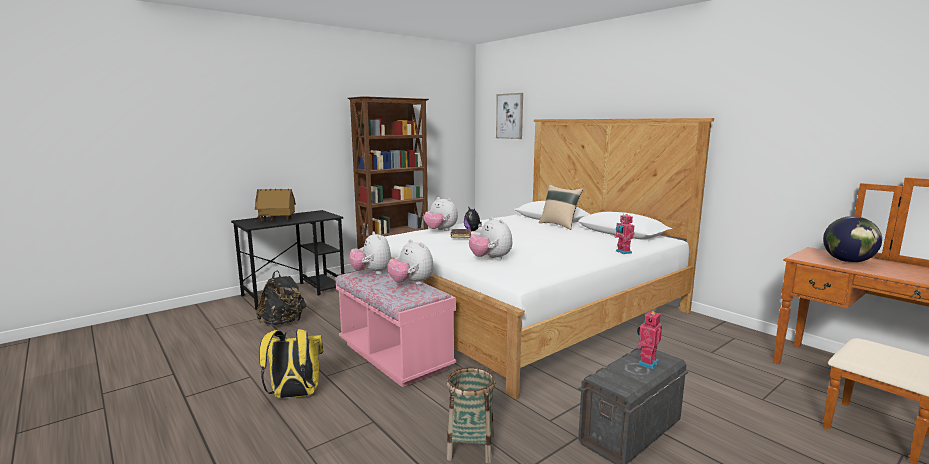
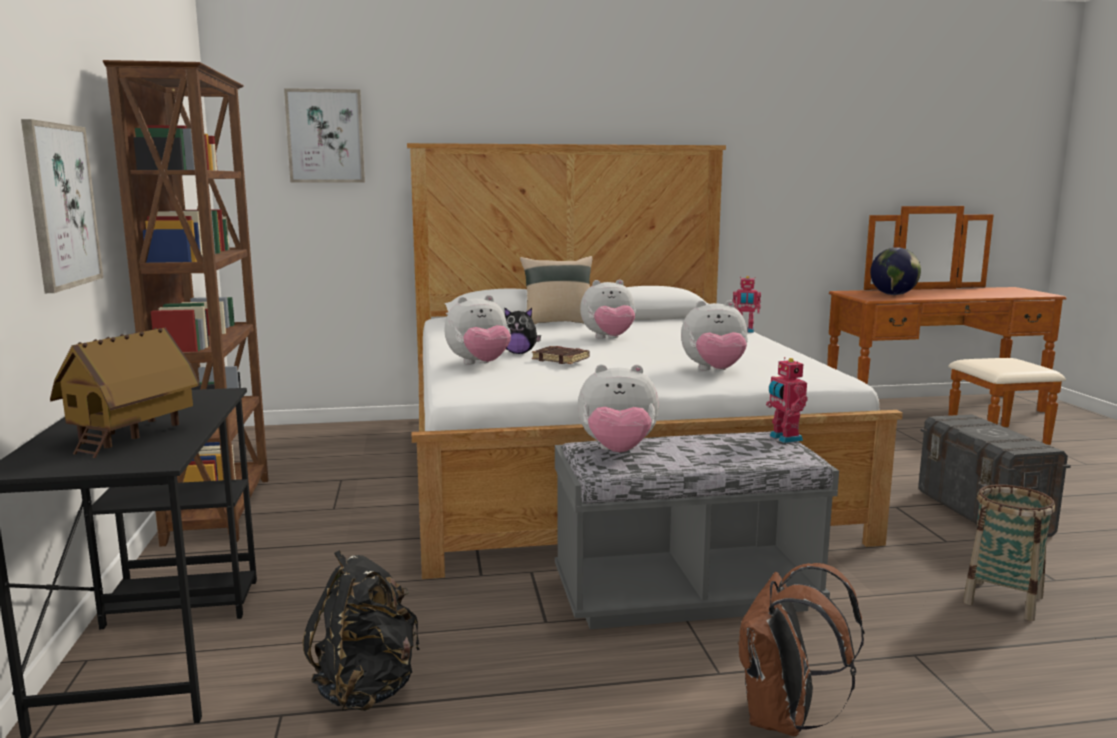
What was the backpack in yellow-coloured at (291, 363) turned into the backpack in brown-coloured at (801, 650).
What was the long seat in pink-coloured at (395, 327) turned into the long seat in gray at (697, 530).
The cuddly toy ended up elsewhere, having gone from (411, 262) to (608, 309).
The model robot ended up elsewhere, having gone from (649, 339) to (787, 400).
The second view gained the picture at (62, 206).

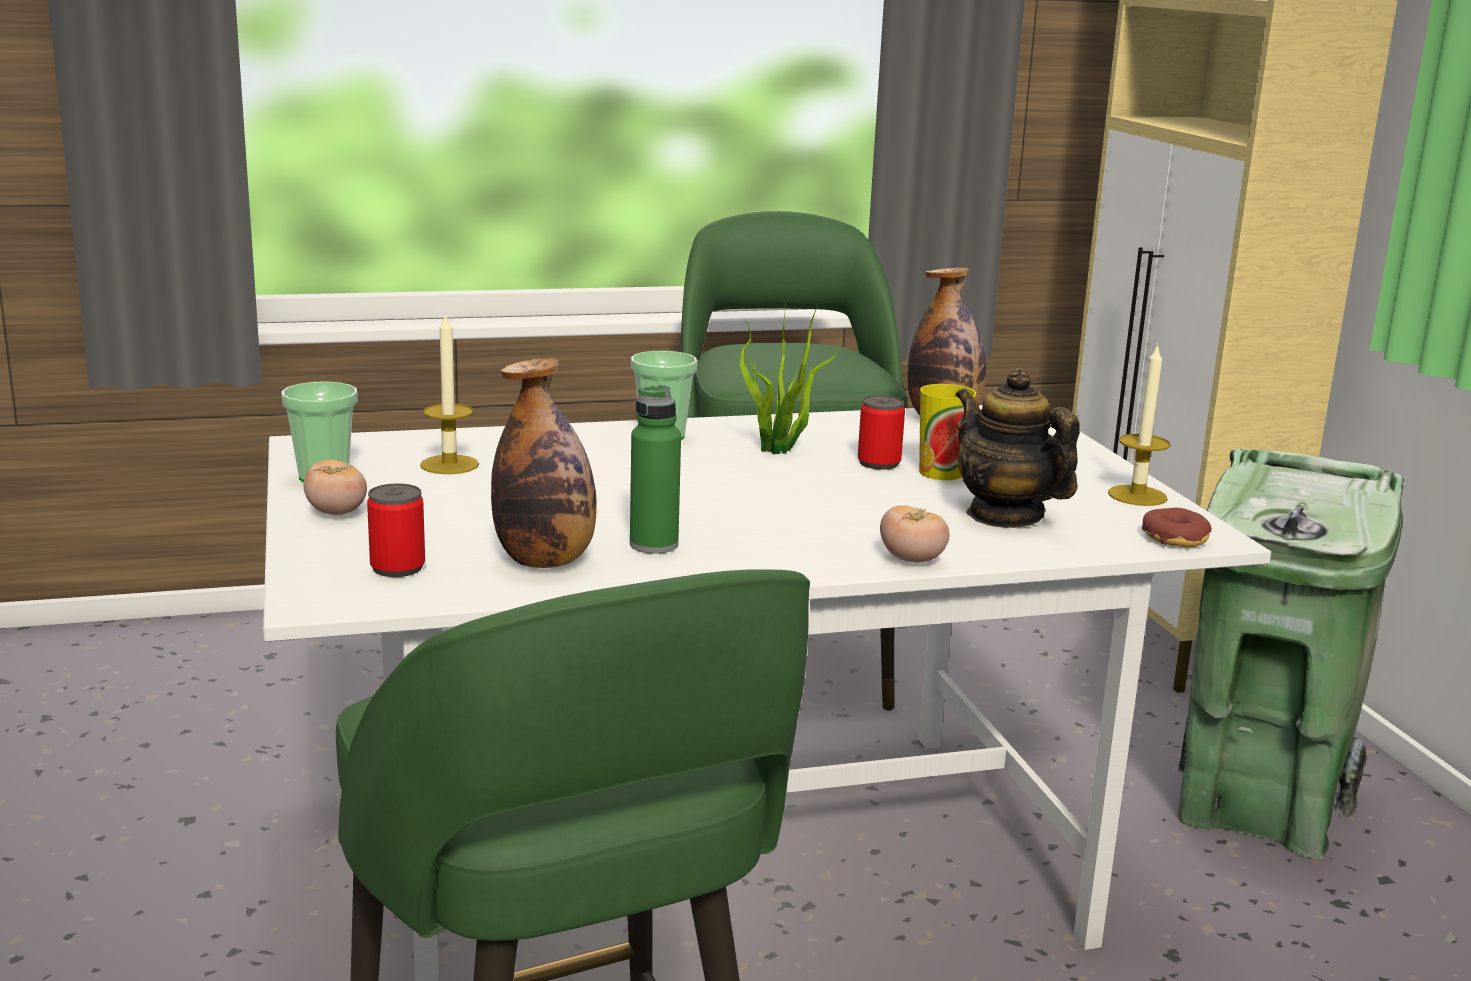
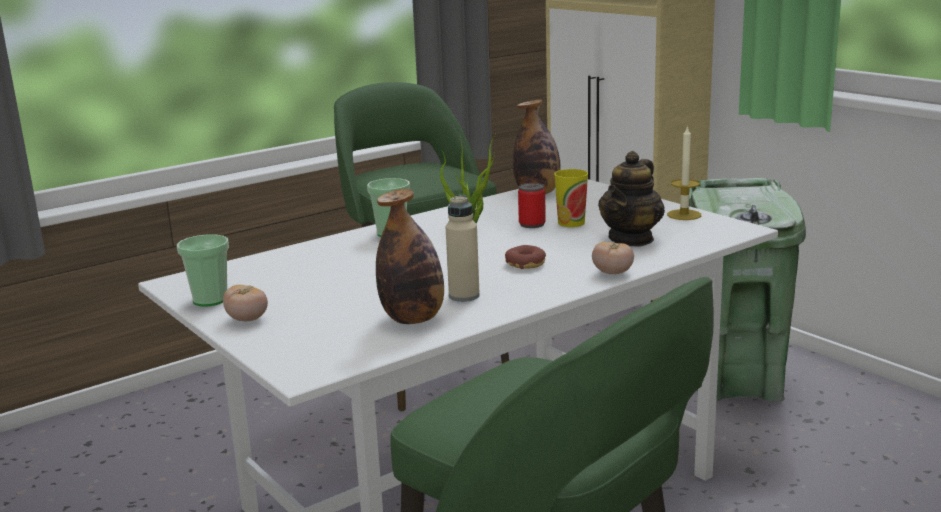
The second view lost the sealed can at (396, 530).
The second view lost the wax candle at (449, 393).
What was the bottle in green-coloured at (655, 469) turned into the bottle in beige at (463, 248).
The pot for tea at (1017, 447) ended up facing another way, 90 degrees counterclockwise from before.
The donut ended up elsewhere, having gone from (1177, 527) to (525, 257).

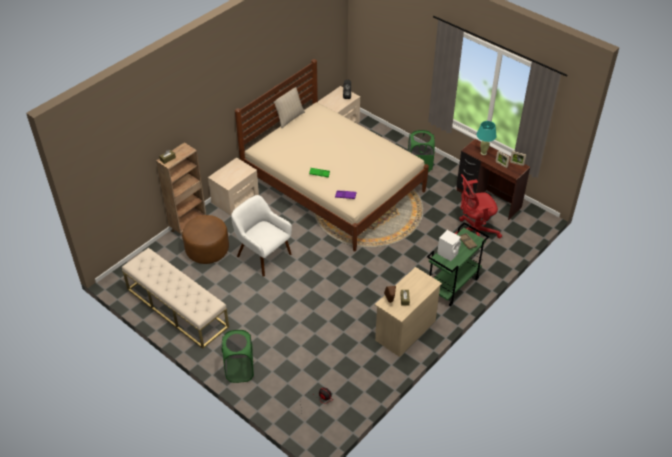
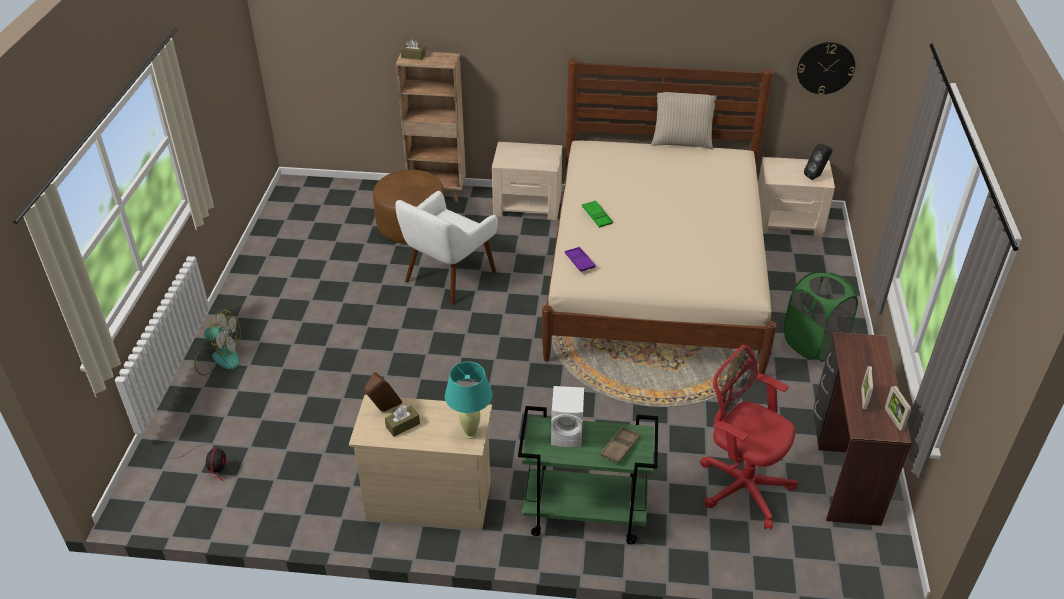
The second view lost the long seat in beige at (175, 298).
Where the hamper in green-coloured stood at (237, 356), the electric fan came to stand at (217, 343).
The easy chair in whitish at (261, 236) ended up facing another way, 150 degrees counterclockwise from before.
The tabletop lamp in turquoise ended up elsewhere, having gone from (487, 138) to (468, 400).
The second view gained the clock on the wall at (826, 68).

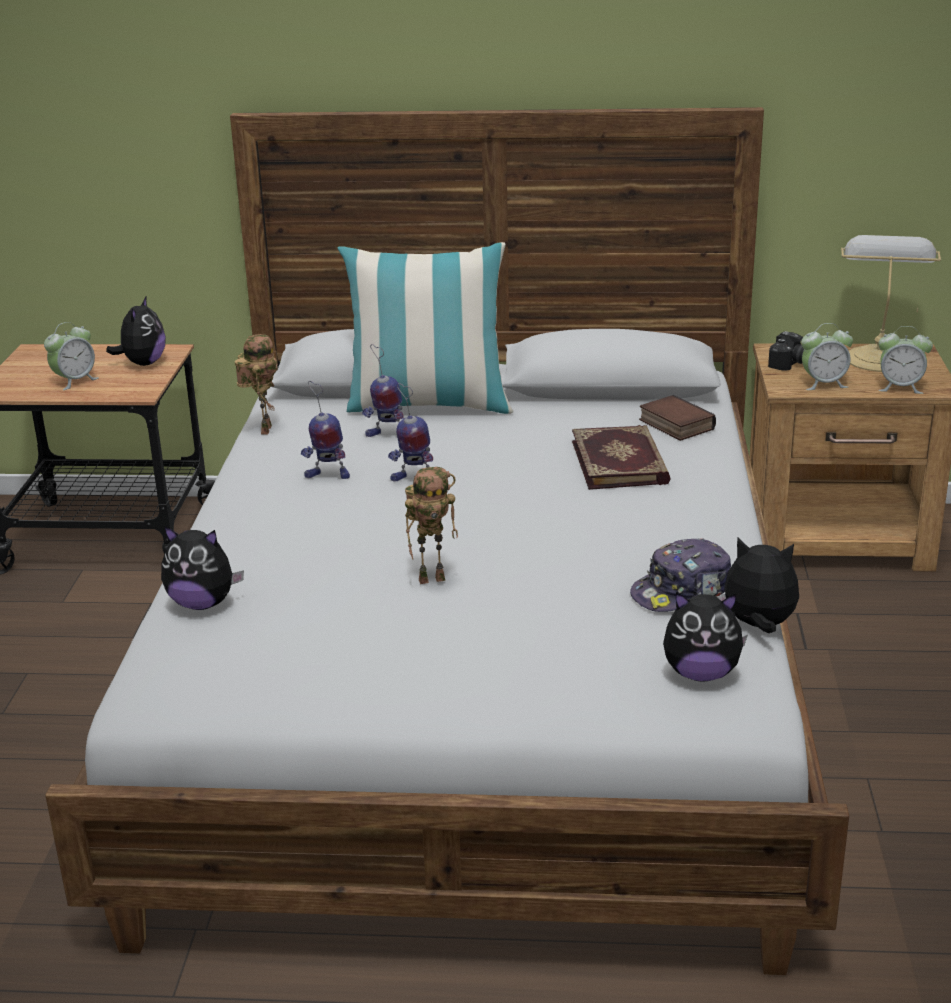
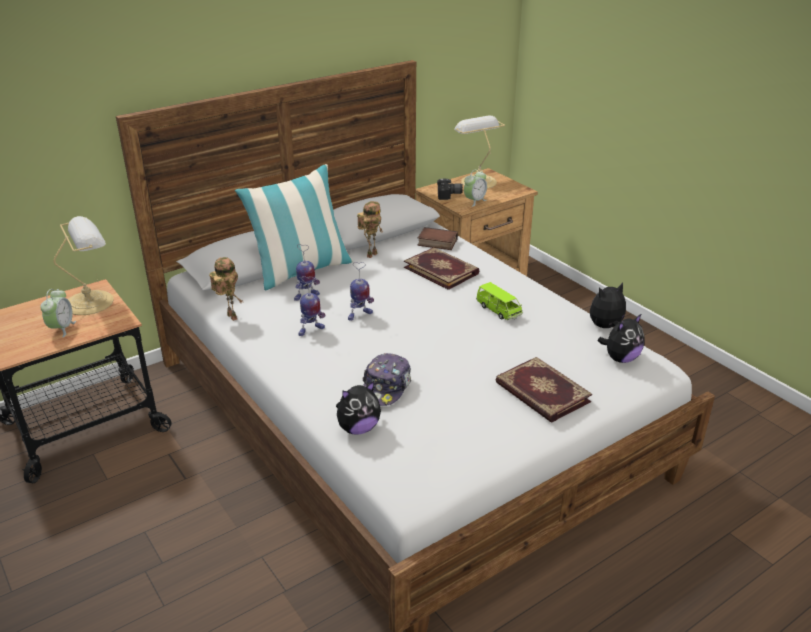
Where the cuddly toy stood at (136, 330), the tabletop lamp came to stand at (83, 265).
The model robot ended up elsewhere, having gone from (431, 525) to (370, 229).
The baseball cap ended up elsewhere, having gone from (680, 575) to (387, 379).
The second view lost the alarm clock at (905, 360).
The second view gained the model car in green-coloured at (499, 301).
The second view gained the volume at (544, 390).

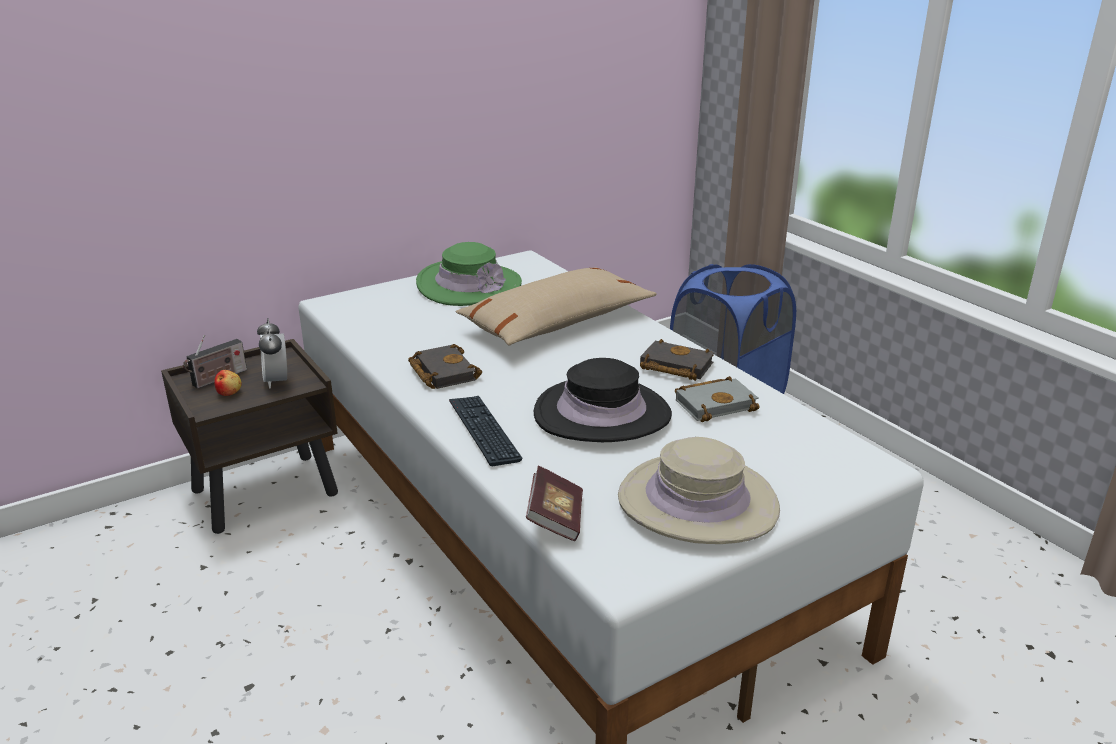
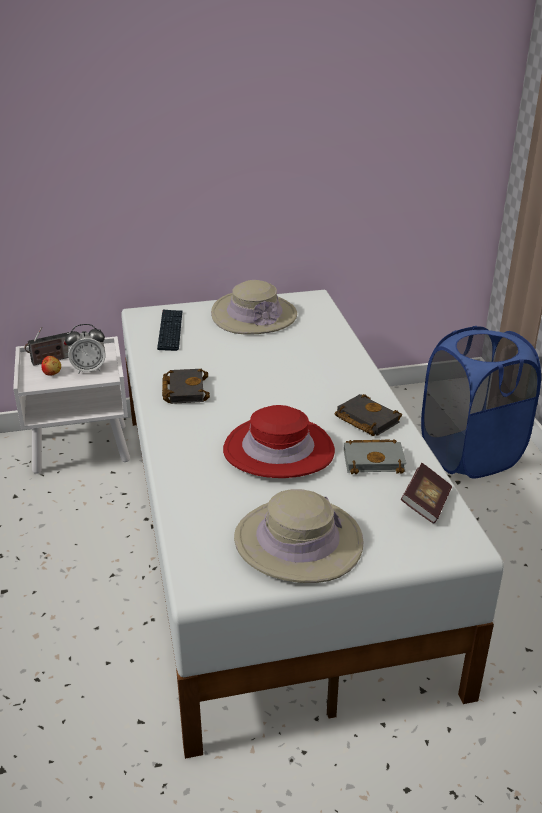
What was the bedside table in brown-coloured at (249, 436) turned into the bedside table in whitish at (71, 405).
The alarm clock at (272, 353) ended up facing another way, 105 degrees counterclockwise from before.
What was the hat in green-coloured at (469, 274) turned into the hat in beige at (254, 307).
The computer keyboard ended up elsewhere, having gone from (486, 431) to (169, 330).
The second view lost the pillow in beige at (556, 306).
The volume ended up elsewhere, having gone from (554, 503) to (426, 493).
What was the hat in blackish at (603, 400) turned into the hat in reddish at (279, 441).

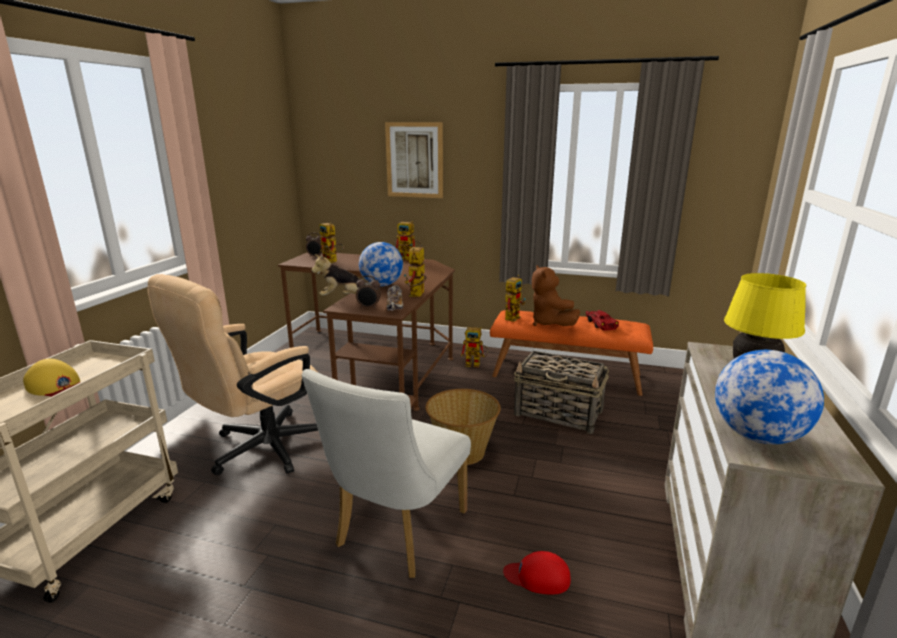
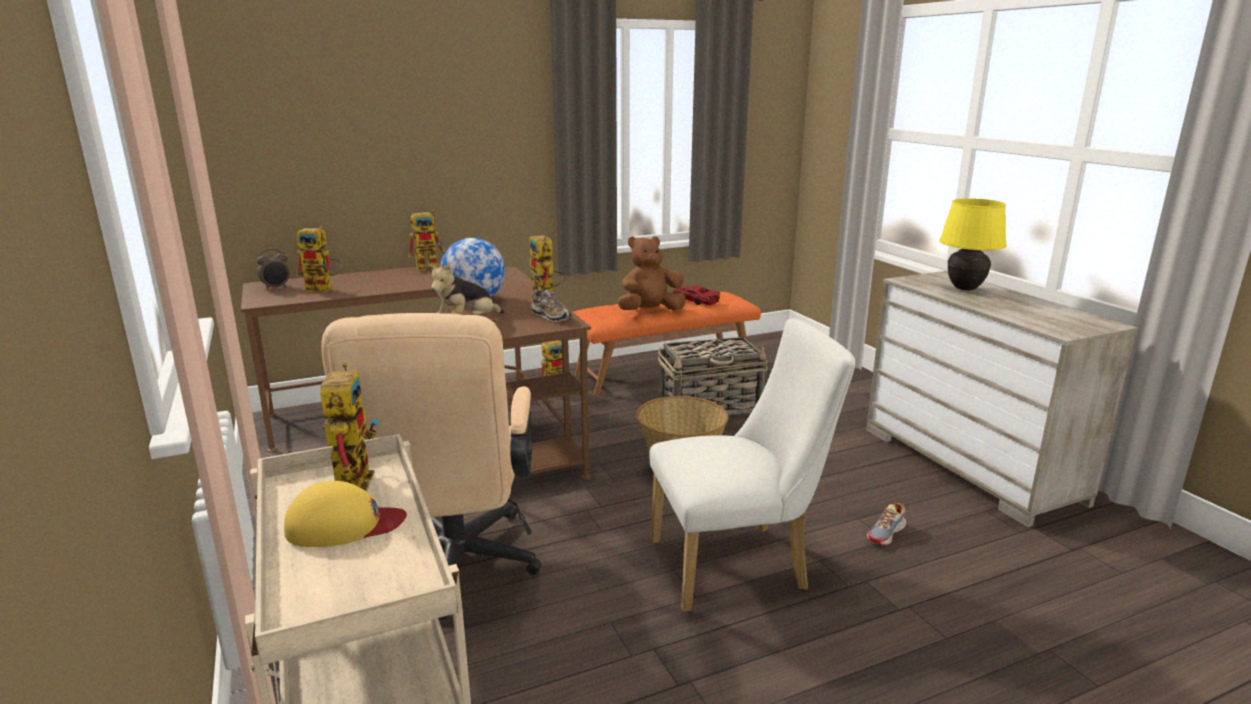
The chair in whitish at (386, 473) ended up facing another way, 90 degrees counterclockwise from before.
The second view lost the alarm clock at (368, 292).
The second view lost the picture at (414, 160).
Where the baseball cap in reddish stood at (537, 573), the shoe came to stand at (887, 524).
The model robot ended up elsewhere, having gone from (515, 298) to (349, 426).
The cuddly toy in brown-coloured at (556, 295) ended up facing another way, 120 degrees clockwise from before.
The second view lost the globe at (769, 397).

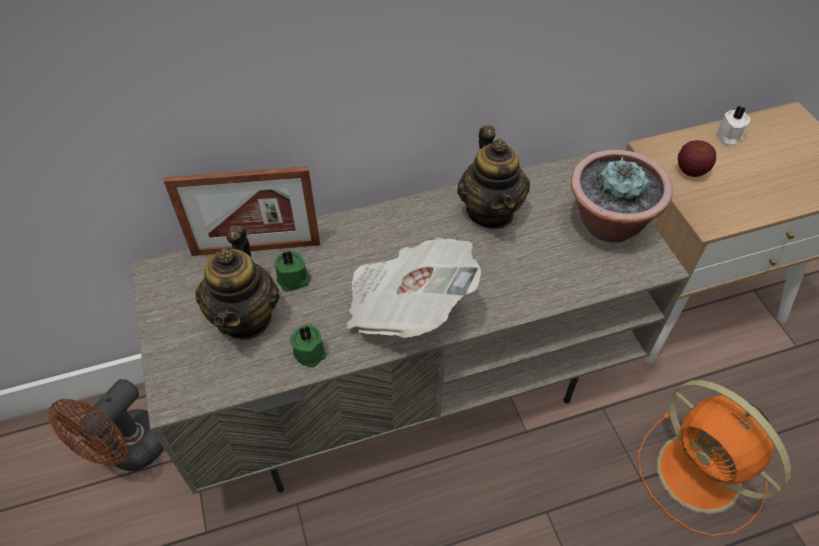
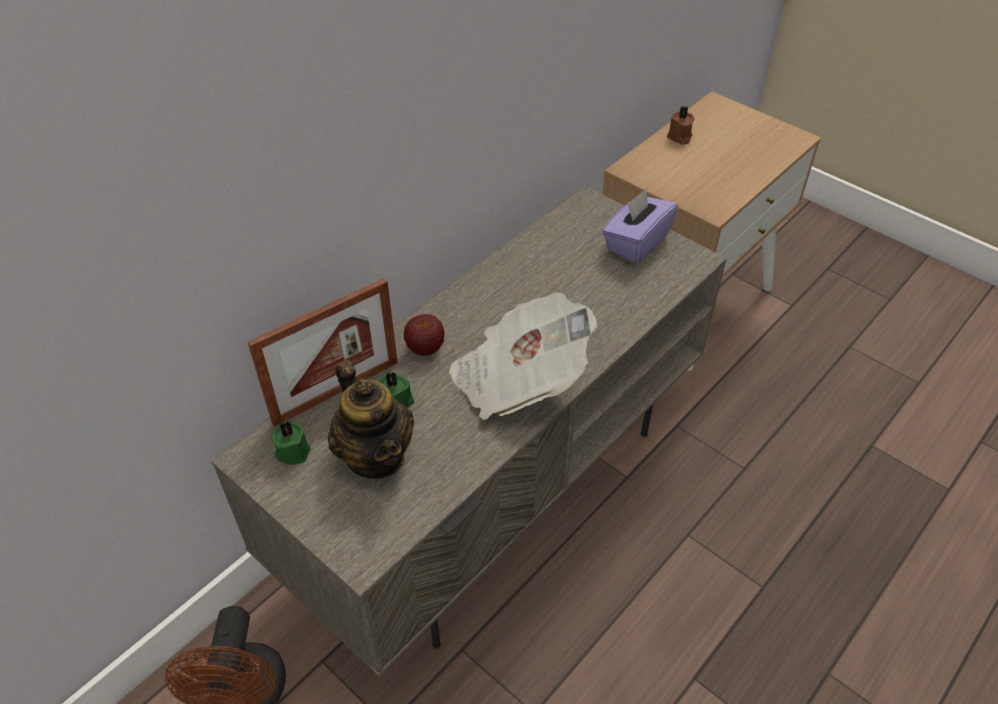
The wax candle in green-coloured ended up elsewhere, having gone from (308, 346) to (291, 442).
The second view lost the pot for tea at (493, 177).
Where the potted plant stood at (622, 196), the box of tissues in purplish came to stand at (640, 226).
The second view lost the electric fan in orange-coloured at (714, 458).
The apple ended up elsewhere, having gone from (697, 158) to (424, 335).
What was the wax candle in whitish at (732, 125) turned into the wax candle in brown-coloured at (681, 125).

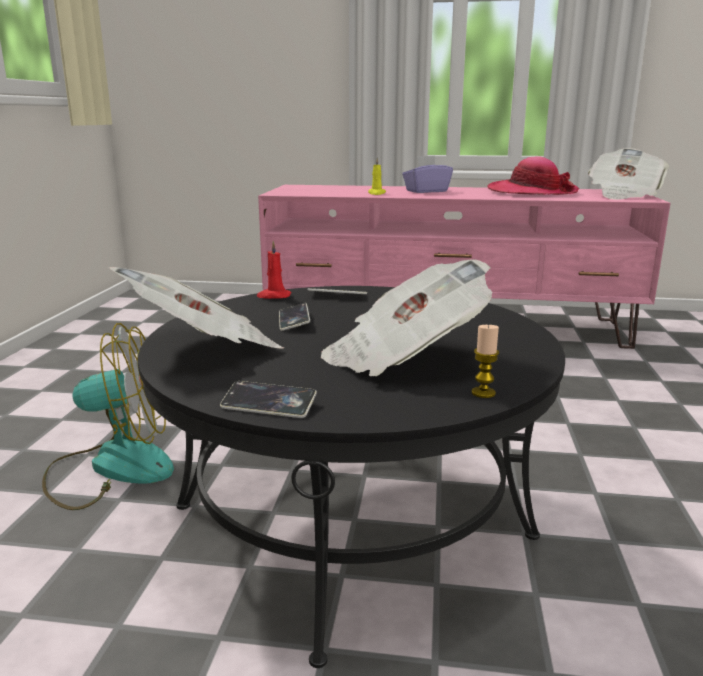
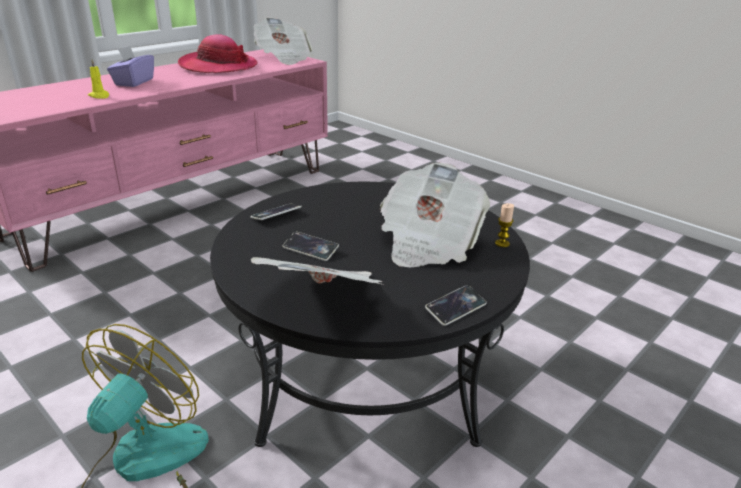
The second view lost the wax candle in reddish at (274, 270).

